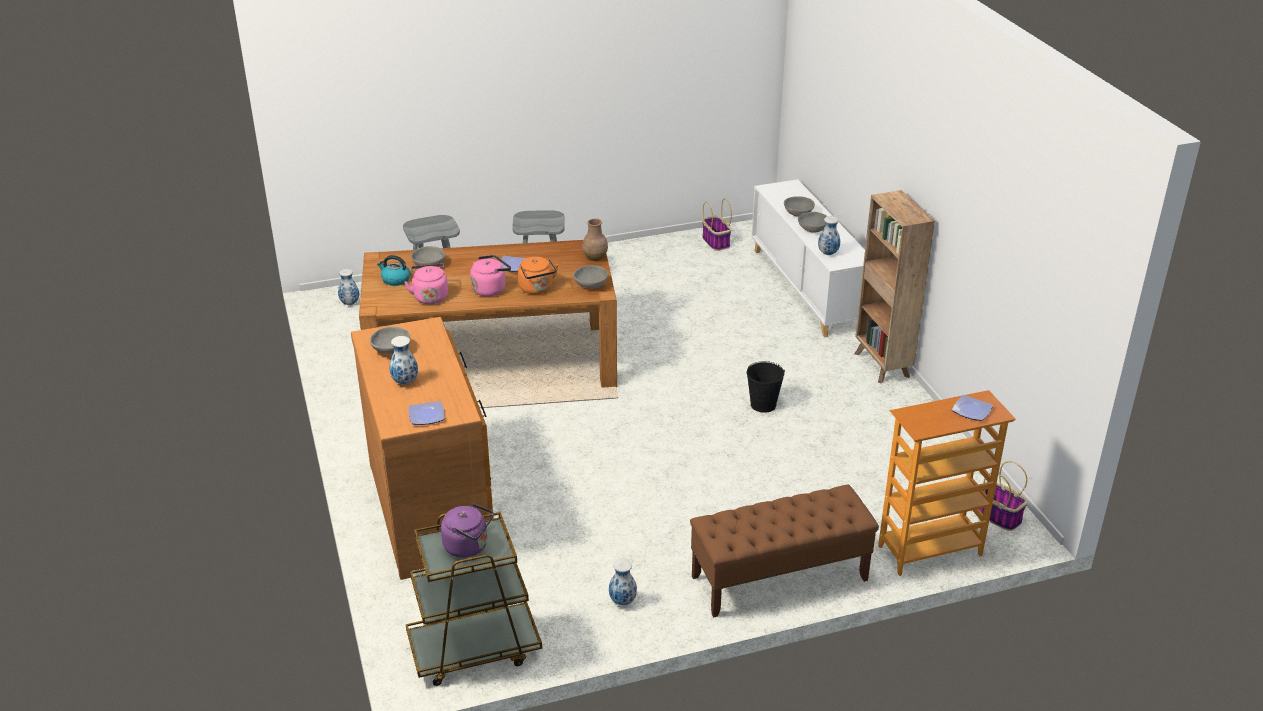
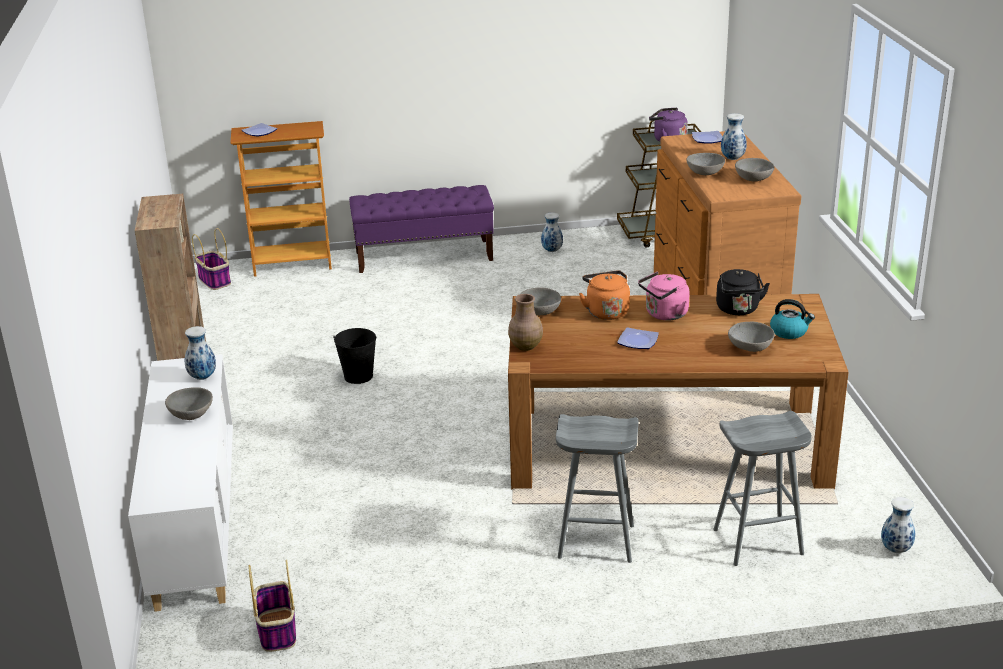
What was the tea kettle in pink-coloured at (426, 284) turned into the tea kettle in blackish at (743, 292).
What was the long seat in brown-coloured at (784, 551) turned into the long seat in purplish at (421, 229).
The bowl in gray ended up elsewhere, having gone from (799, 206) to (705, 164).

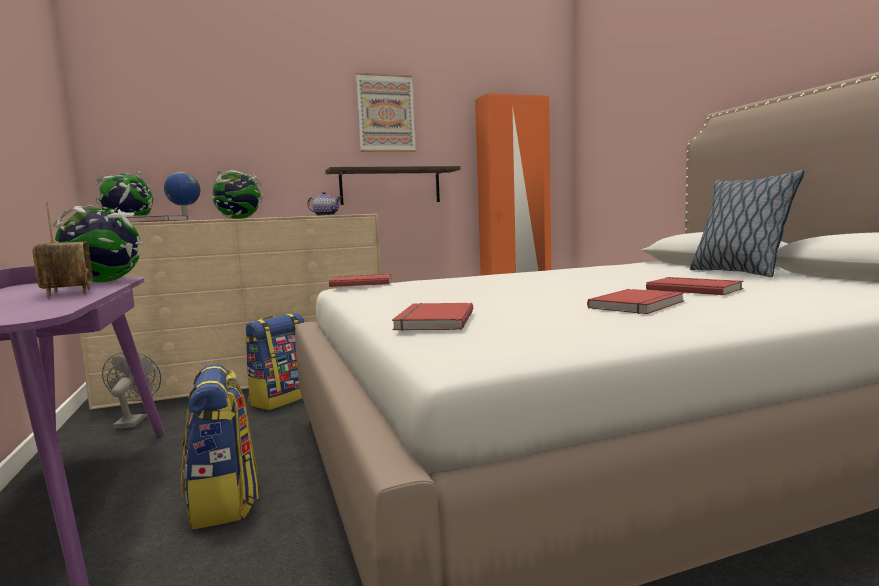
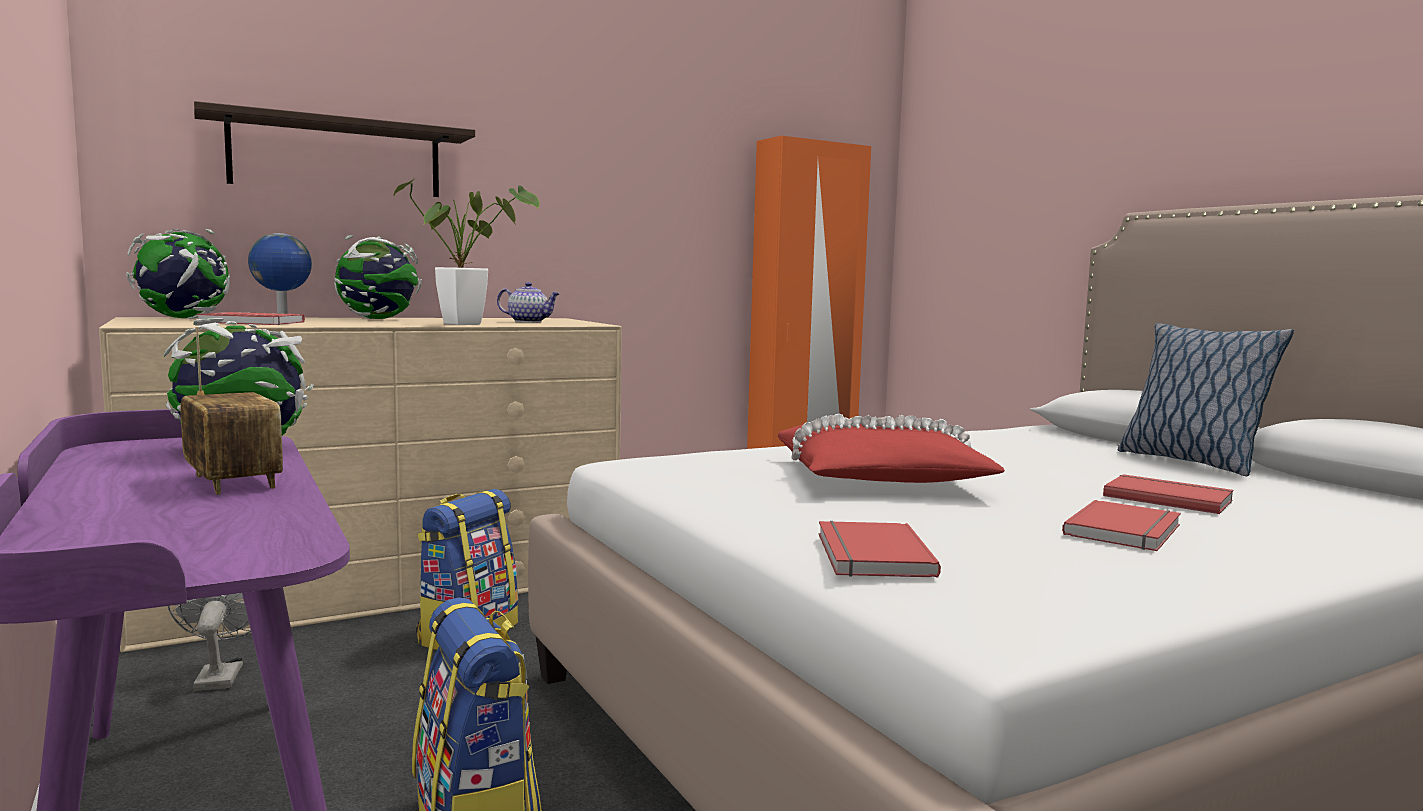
The bracket shelf ended up elsewhere, having gone from (392, 185) to (334, 149).
The second view lost the volume in reddish at (360, 280).
The second view lost the picture at (386, 112).
The second view gained the potted plant at (466, 252).
The second view gained the pillow in reddish at (891, 448).

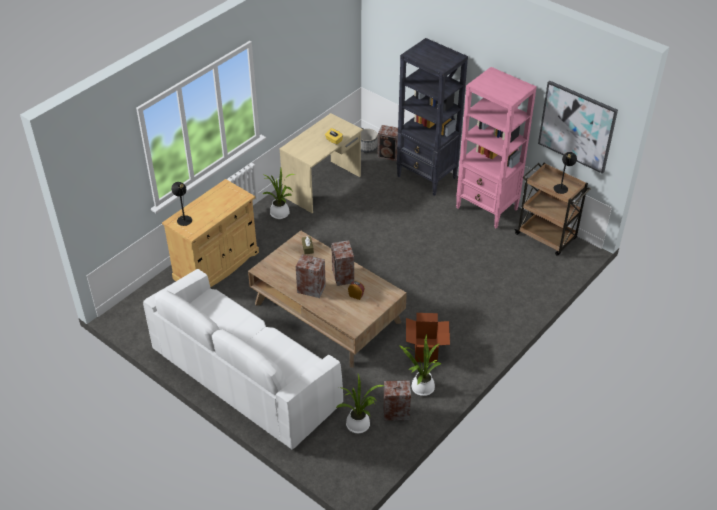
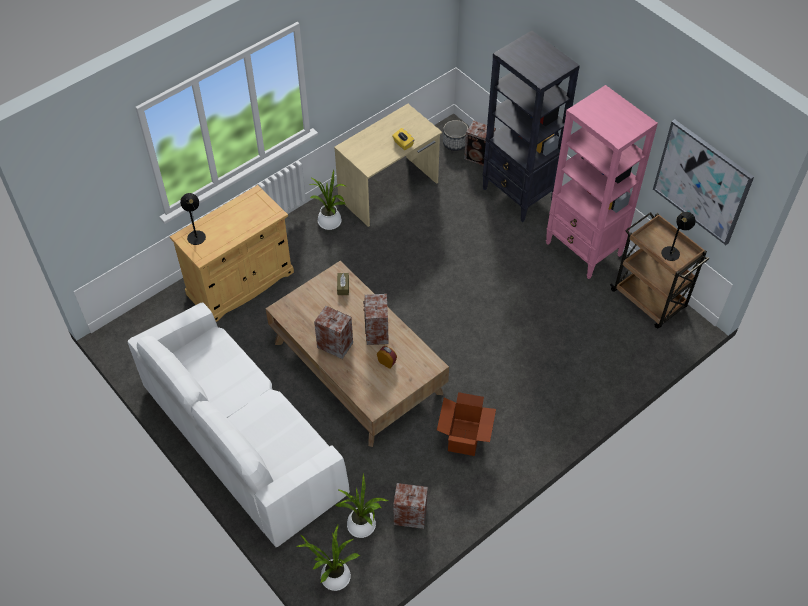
The potted plant ended up elsewhere, having gone from (420, 365) to (328, 558).

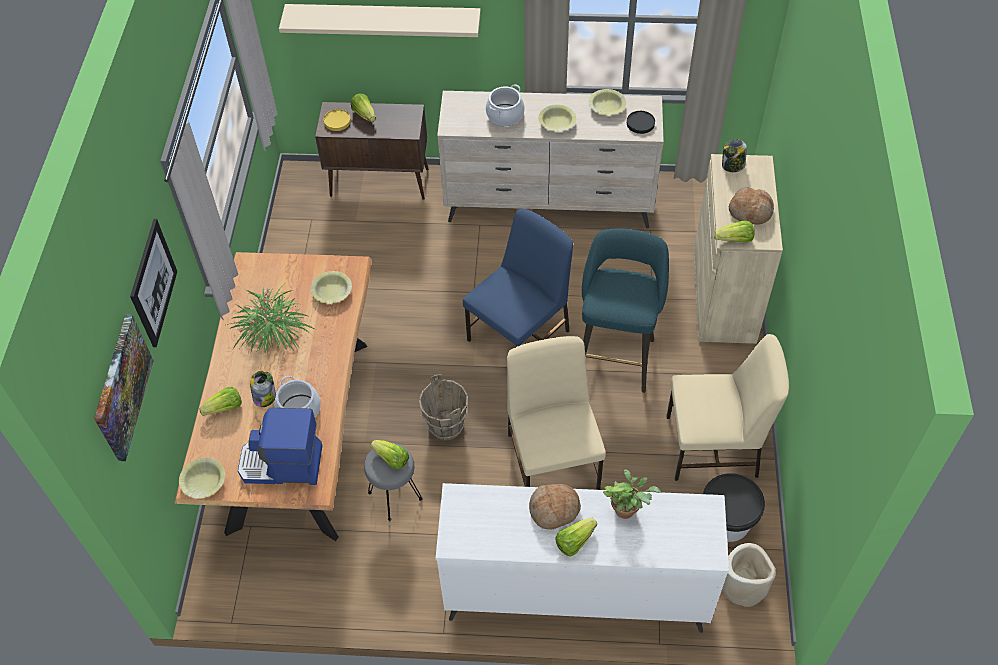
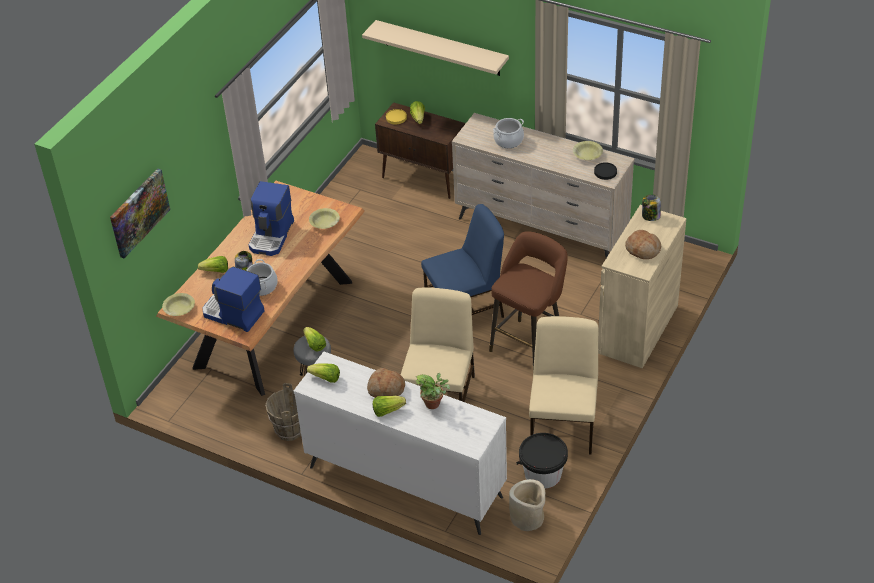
The second view lost the picture at (153, 283).
Where the potted plant stood at (271, 320), the coffee brewer came to stand at (271, 218).
The pail in brown-coloured ended up elsewhere, having gone from (443, 407) to (283, 412).
The second view lost the bowl in yellow-coloured at (557, 118).
What was the sitting stool in turquoise at (625, 311) turned into the sitting stool in brown-coloured at (528, 299).
The chair in beige at (727, 407) ended up facing another way, 105 degrees counterclockwise from before.
The lettuce ended up elsewhere, having gone from (734, 231) to (323, 373).

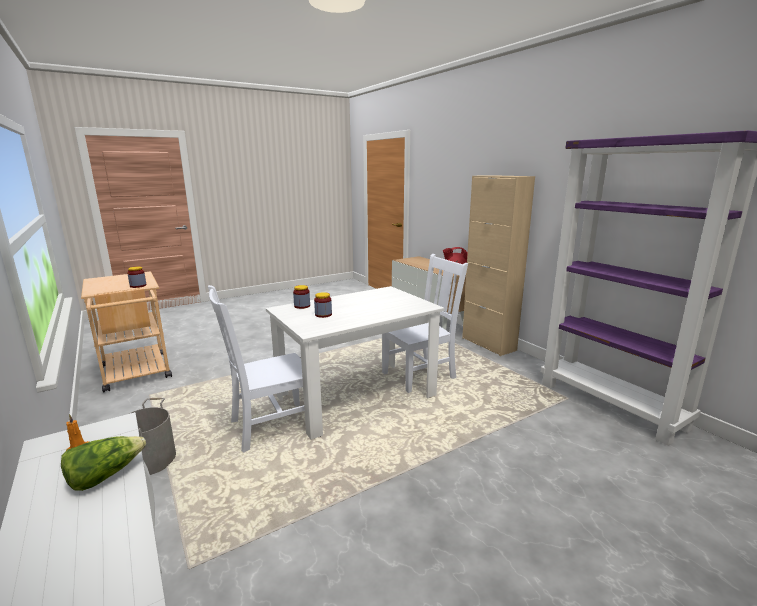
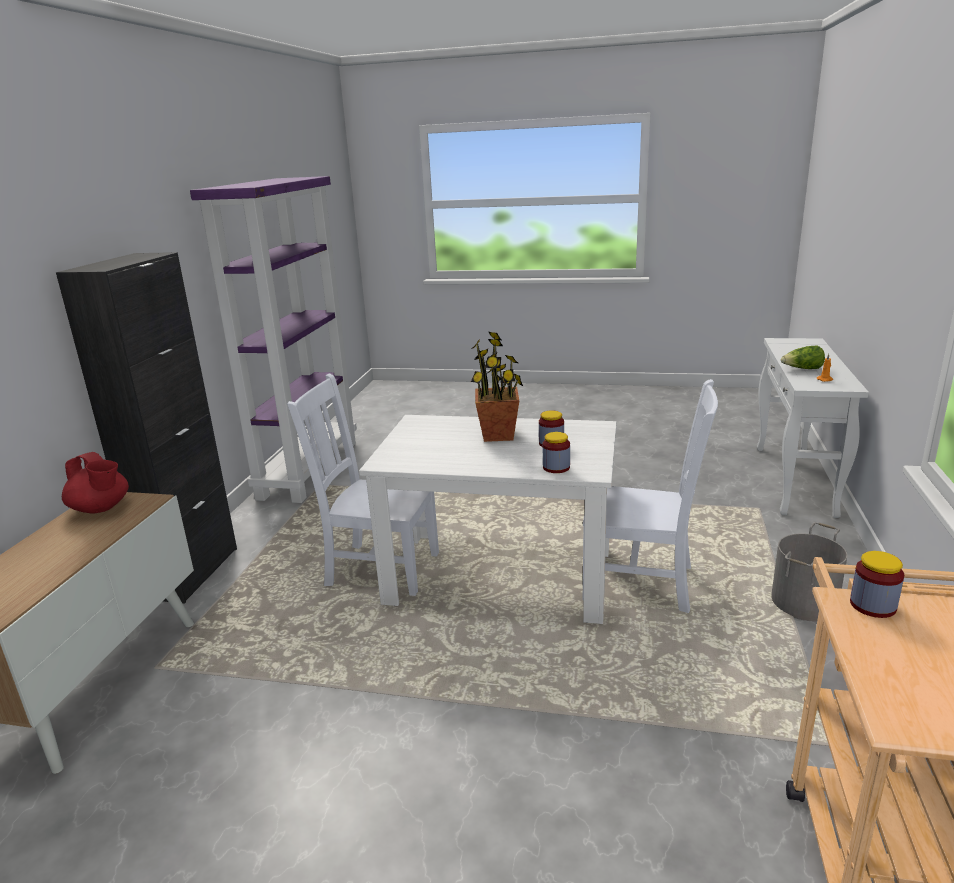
What was the cabinet in beige at (498, 265) turned into the cabinet in blackish at (146, 427).
The second view gained the potted plant at (497, 387).

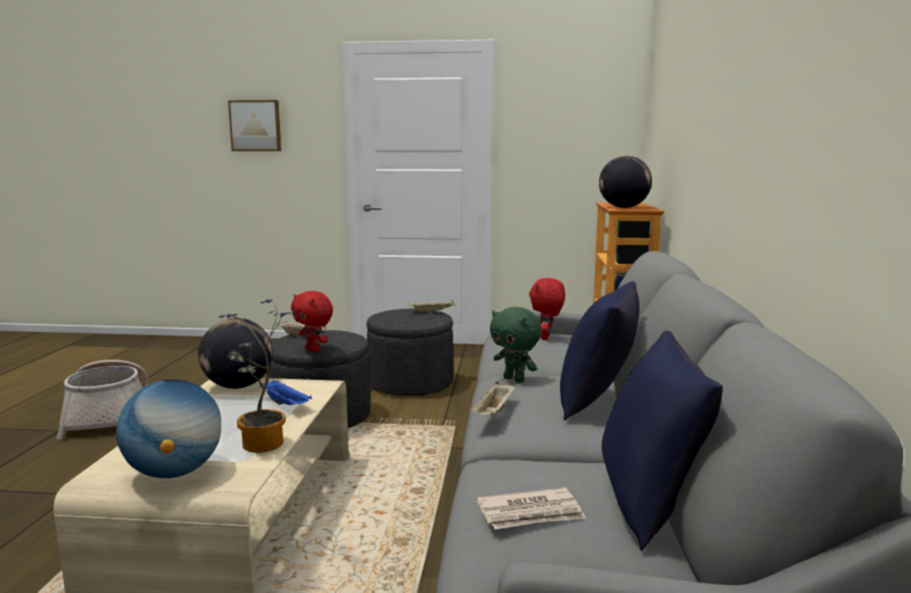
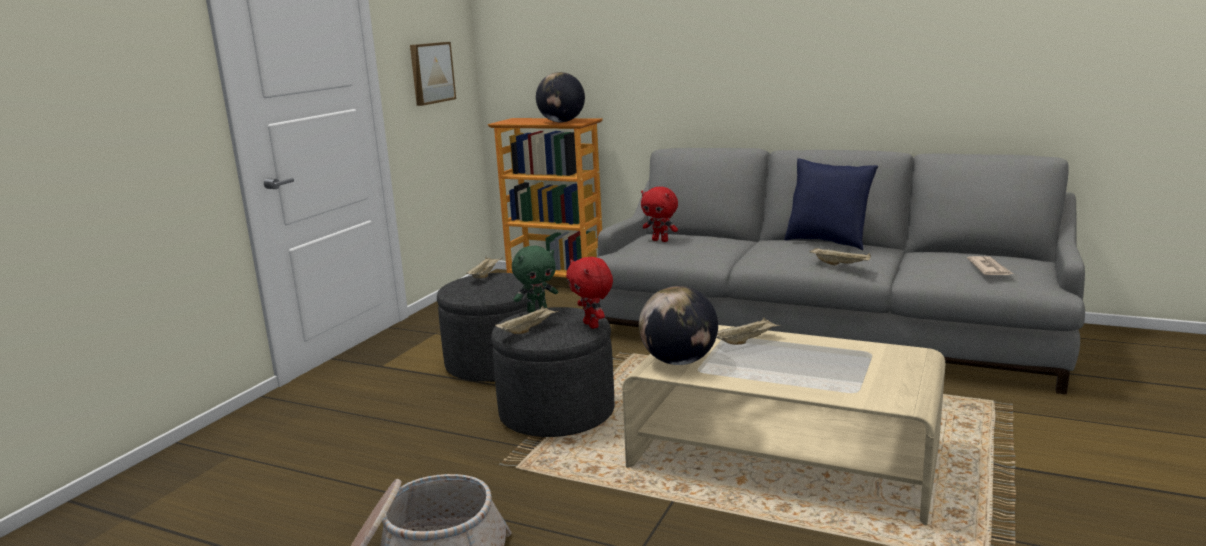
The second view lost the globe at (168, 428).
The second view lost the potted plant at (255, 376).
The picture ended up elsewhere, having gone from (254, 125) to (433, 74).
What was the carrying tray in bluish at (286, 392) turned into the carrying tray in beige at (748, 331).
The cuddly toy in reddish at (312, 322) ended up facing another way, 90 degrees clockwise from before.
The cuddly toy in green-coloured ended up elsewhere, having gone from (516, 345) to (535, 279).
The second view lost the pillow in bluish at (662, 440).

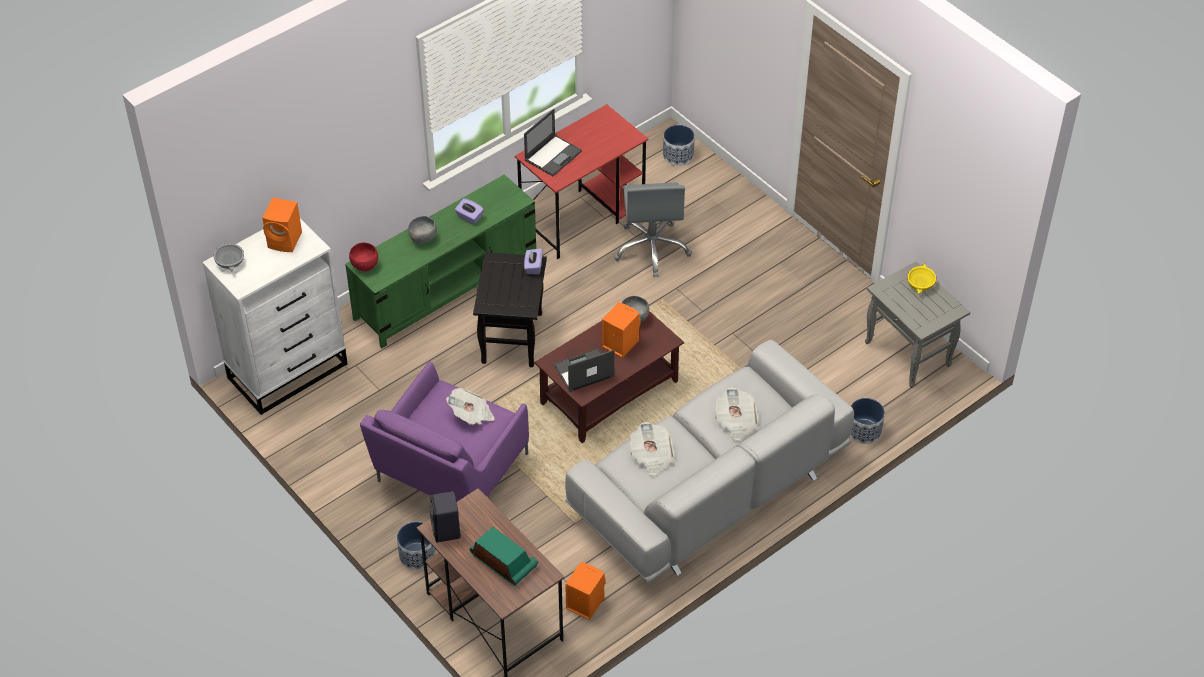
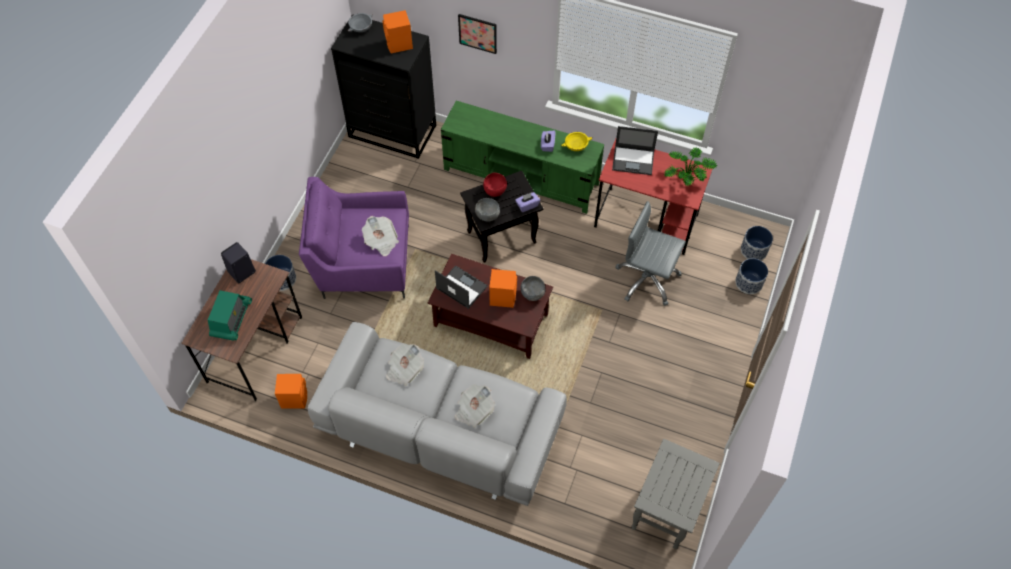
What was the chest of drawers in whitish at (274, 317) turned into the chest of drawers in blackish at (383, 86).
The bowl in reddish ended up elsewhere, having gone from (363, 256) to (495, 185).
The bowl in gray ended up elsewhere, having gone from (422, 230) to (487, 210).
The computer chair in gray at (653, 229) ended up facing another way, 60 degrees clockwise from before.
The plant pot ended up elsewhere, having gone from (867, 421) to (751, 276).
The bowl in yellow-coloured ended up elsewhere, having gone from (921, 278) to (577, 141).
The second view gained the picture at (477, 34).
The second view gained the potted plant at (691, 166).

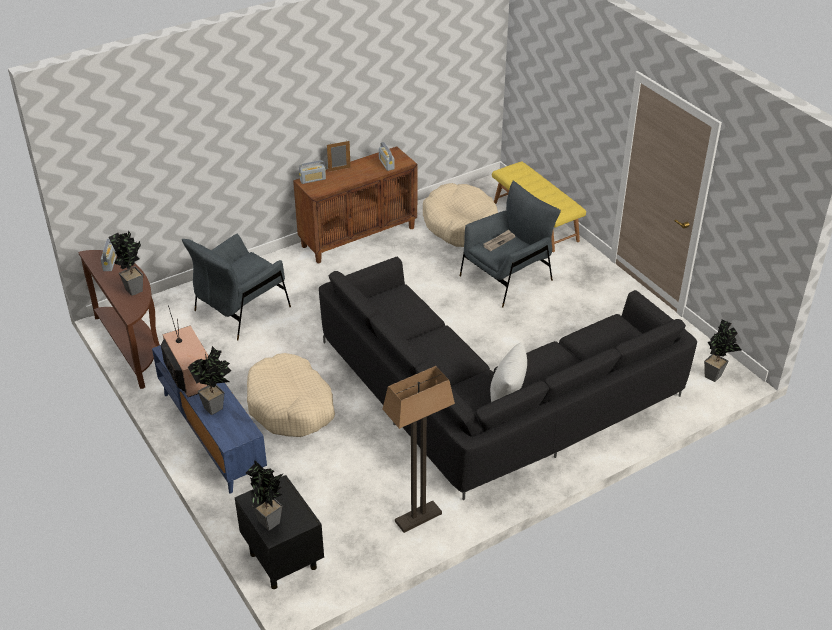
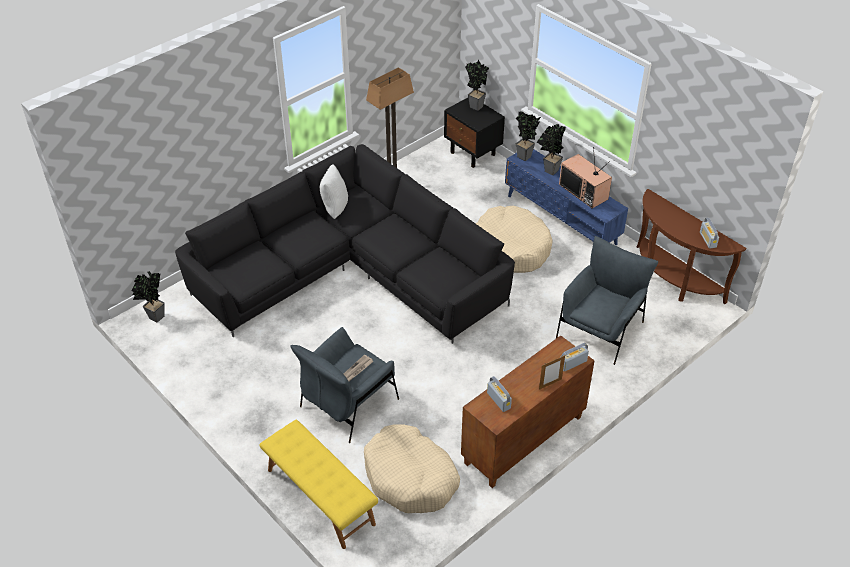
The potted plant ended up elsewhere, having gone from (126, 263) to (528, 136).

